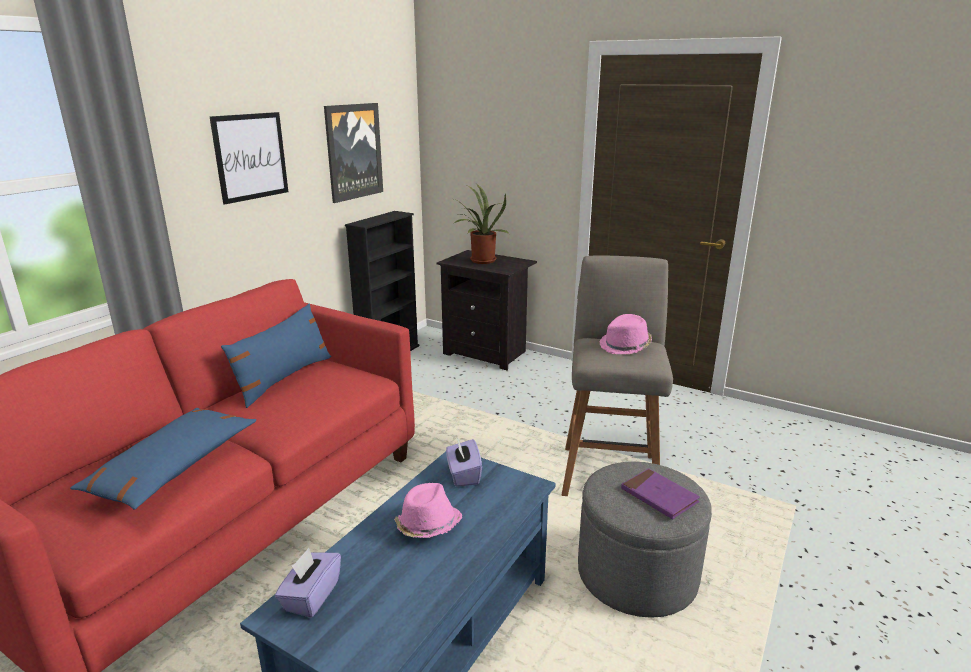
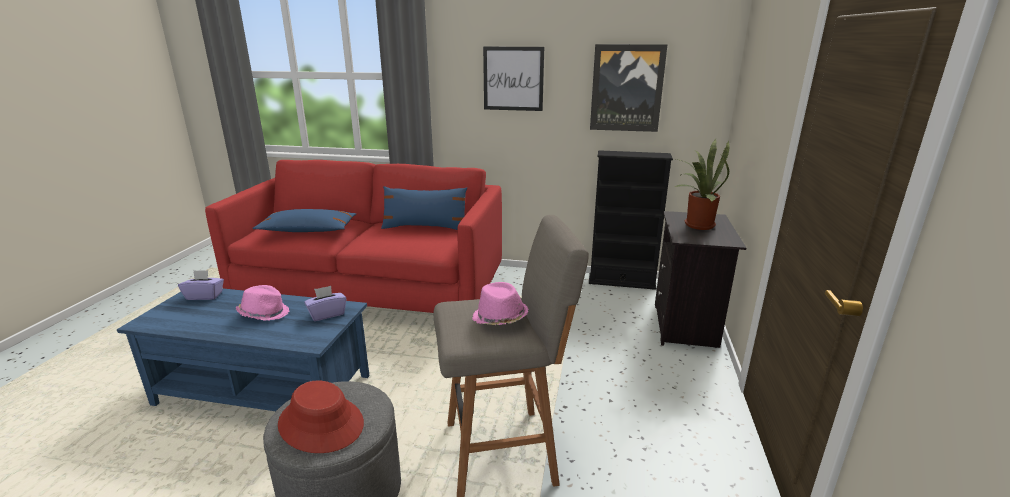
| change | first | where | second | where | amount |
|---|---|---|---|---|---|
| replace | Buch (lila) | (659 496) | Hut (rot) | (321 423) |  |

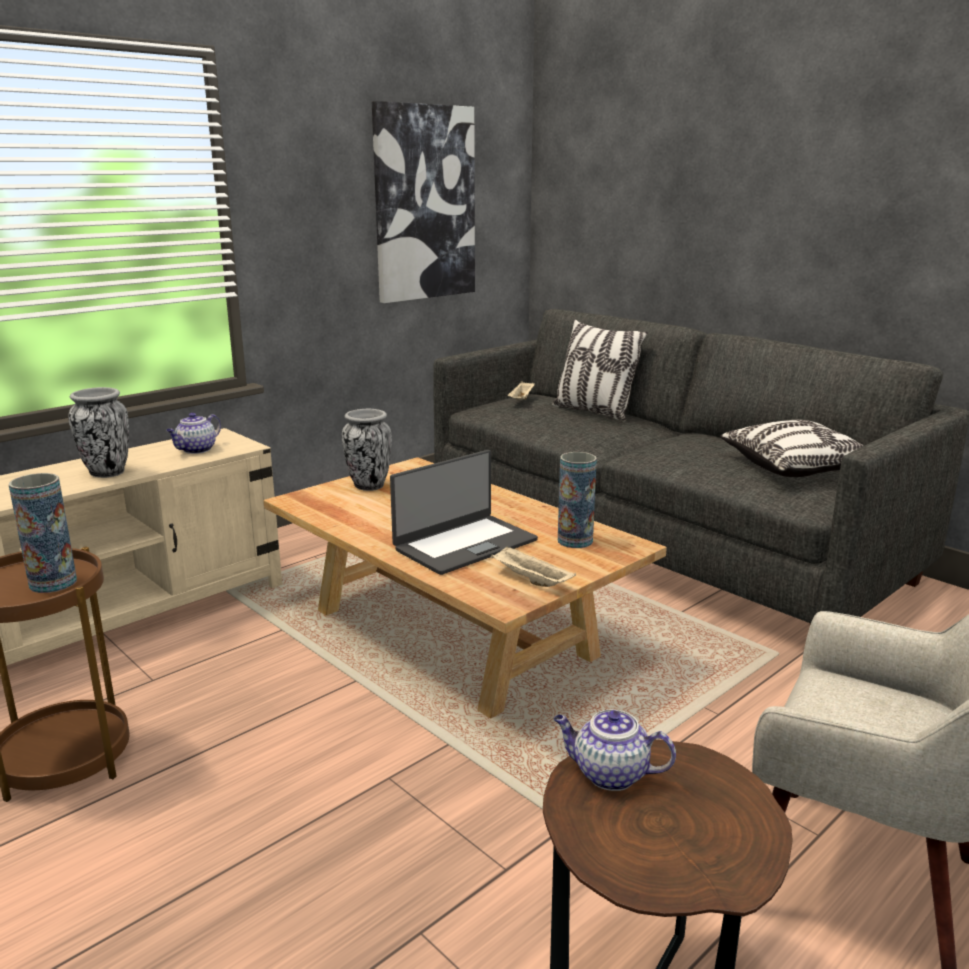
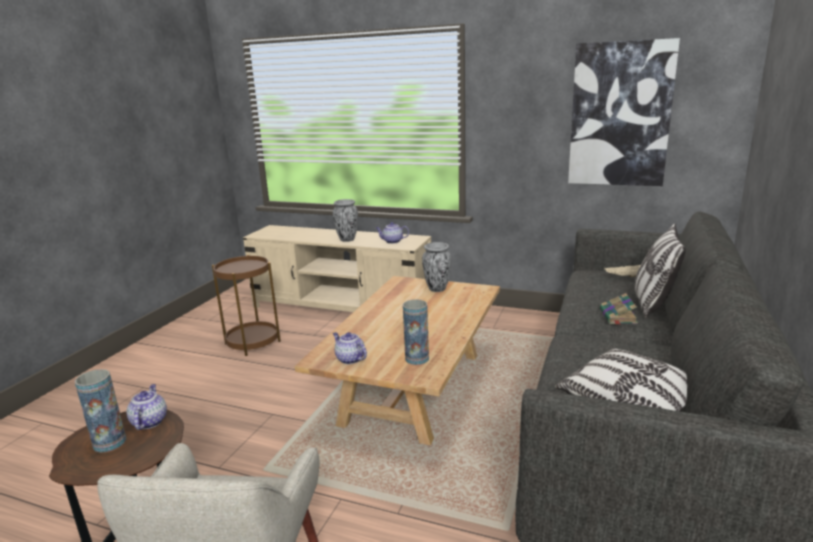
| change | first | where | second | where | amount |
|---|---|---|---|---|---|
| move | Vase | (53 583) |  | (109 442) |  |
| replace | Tablett (beige) | (530 580) | Teekanne | (349 359) |  |
| insert |  |  | Buch | (618 317) |  |
| delete | Laptop | (464 544) |  |  |  |

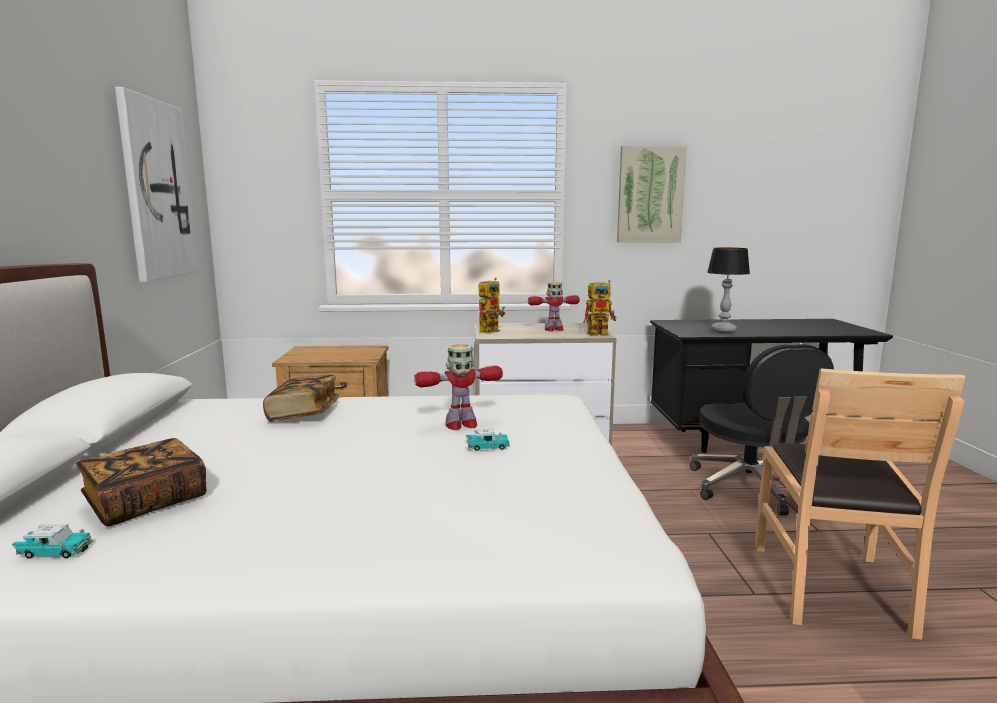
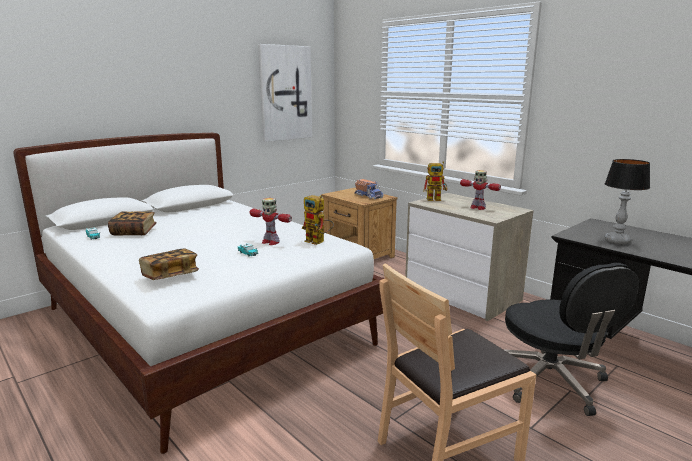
| change | first | where | second | where | amount |
|---|---|---|---|---|---|
| move | Buch | (303 414) |  | (170 275) |  |
| move | Spielzeugroboter | (601 333) |  | (318 242) |  |
| insert |  |  | Spielzeuglaster | (369 196) |  |
| rotate | Bürostuhl (schwarz) | (750 488) |  | (551 382) | 60 degrees counterclockwise |
| delete | Bild | (650 195) |  |  |  |

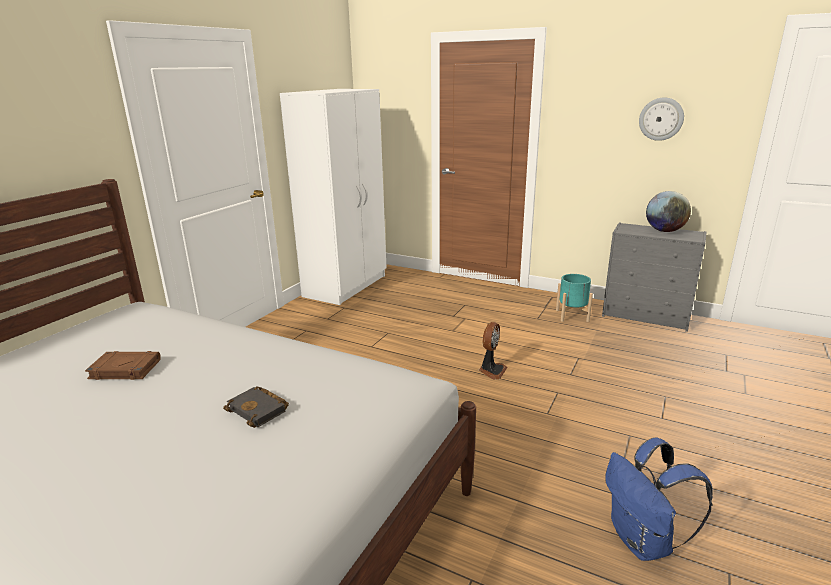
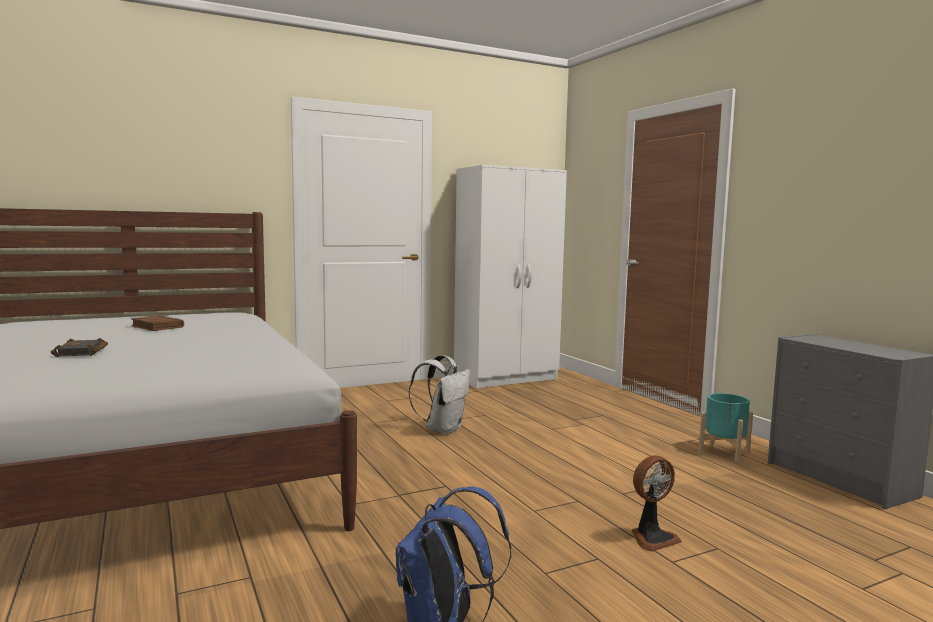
| change | first | where | second | where | amount |
|---|---|---|---|---|---|
| move | Buch (schwarz) | (259 410) |  | (82 352) |  |
| insert |  |  | Rucksack (weiß) | (443 429) |  |
| move | Ventilator | (491 370) |  | (652 538) |  |
| delete | Wanduhr | (661 119) |  |  |  |
| delete | Globus | (664 231) |  |  |  |

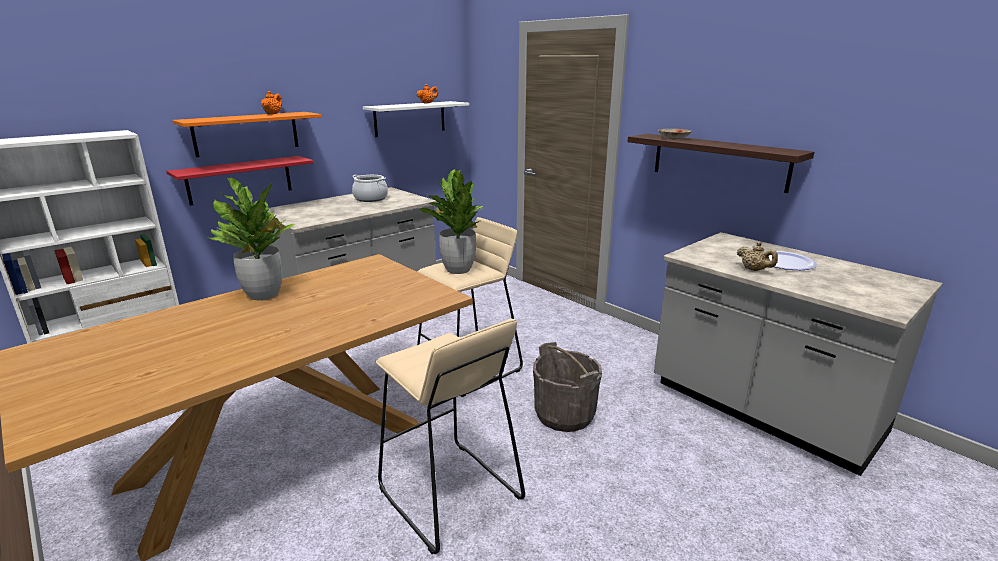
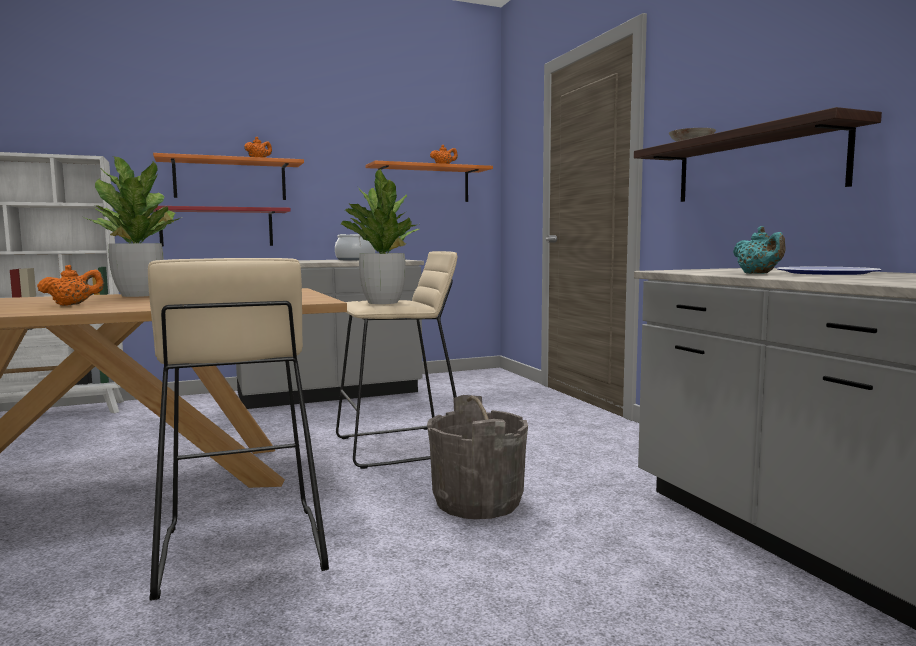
| change | first | where | second | where | amount |
|---|---|---|---|---|---|
| insert |  |  | Teekanne (orange) | (73 305) |  |
| recolor | Wandregal (weiß) | (410 118) | Wandregal (orange) | (424 184) |  |
| recolor | Teekanne (beige) | (754 270) | Teekanne (türkis) | (758 274) |  |

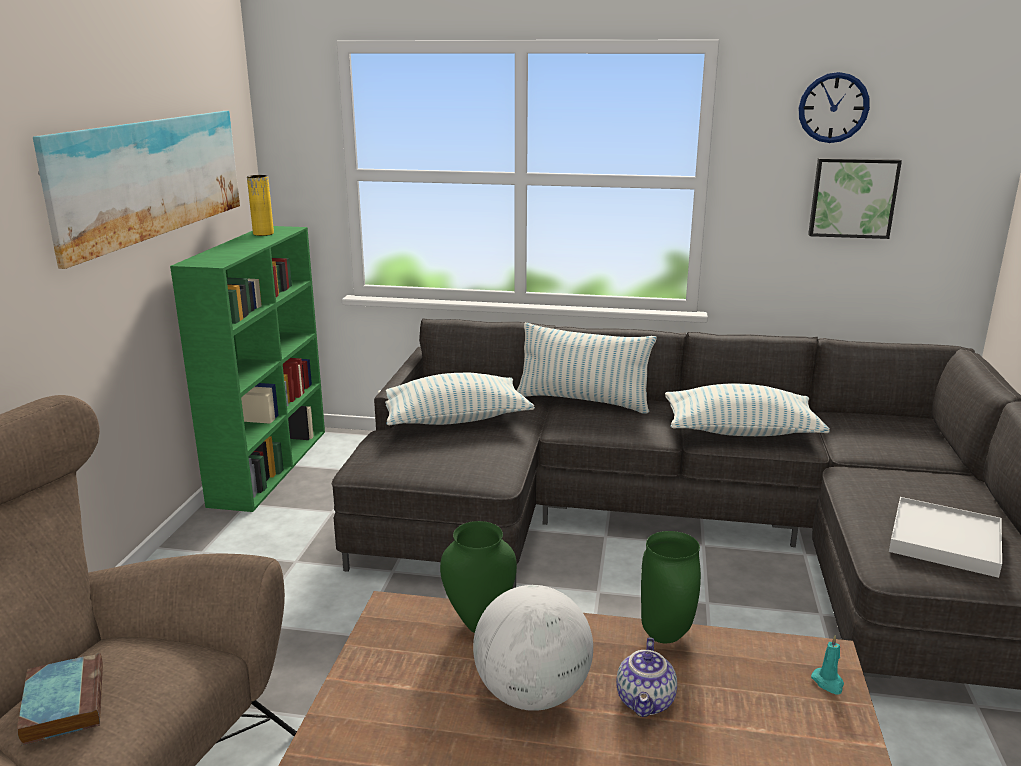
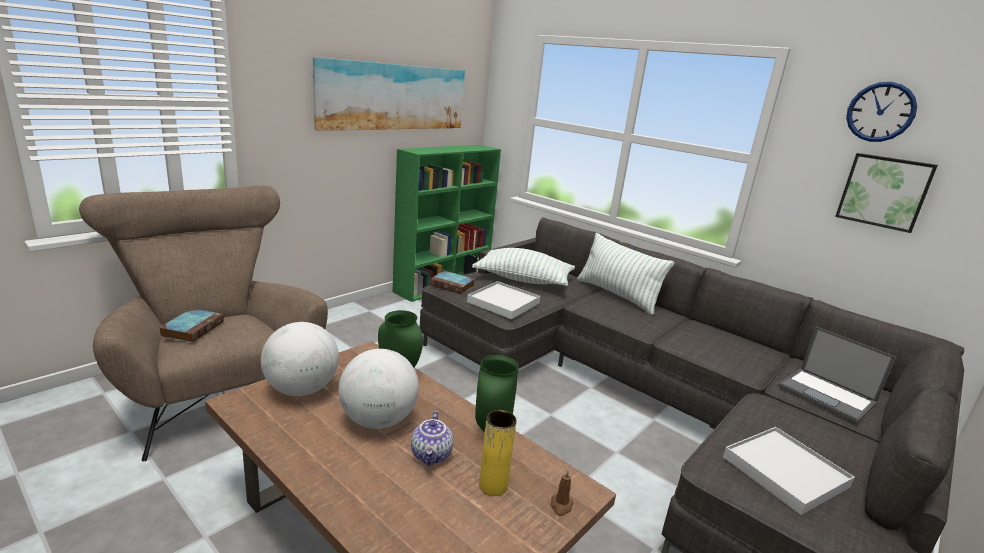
| change | first | where | second | where | amount |
|---|---|---|---|---|---|
| insert |  |  | Globus | (302 389) |  |
| rotate | Teekanne | (646 702) |  | (432 455) | 45 degrees counterclockwise |
| insert |  |  | Buch | (453 285) |  |
| insert |  |  | Tablett (weiß) | (503 302) |  |
| move | Vase (gelb) | (263 234) |  | (493 486) |  |
| recolor | Kerze (türkis) | (828 682) | Kerze (braun) | (561 506) |  |
| insert |  |  | Laptop | (828 395) |  |
| delete | Kissen | (740 432) |  |  |  |

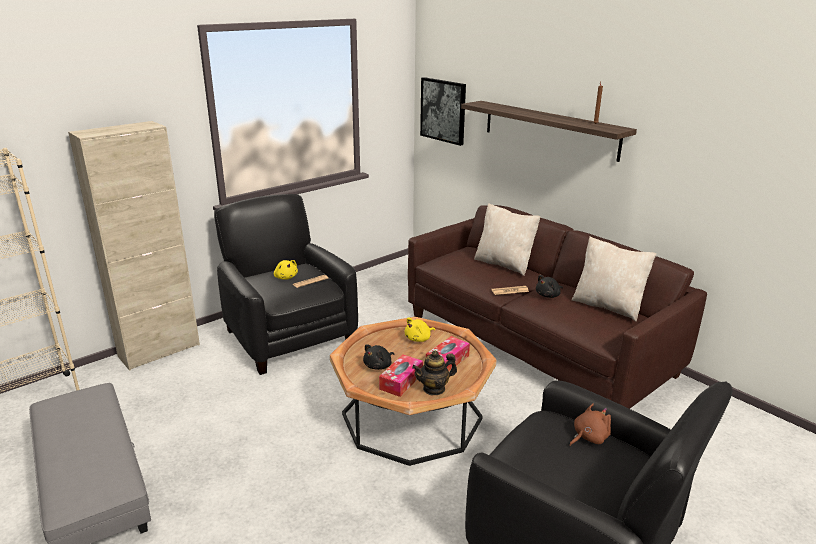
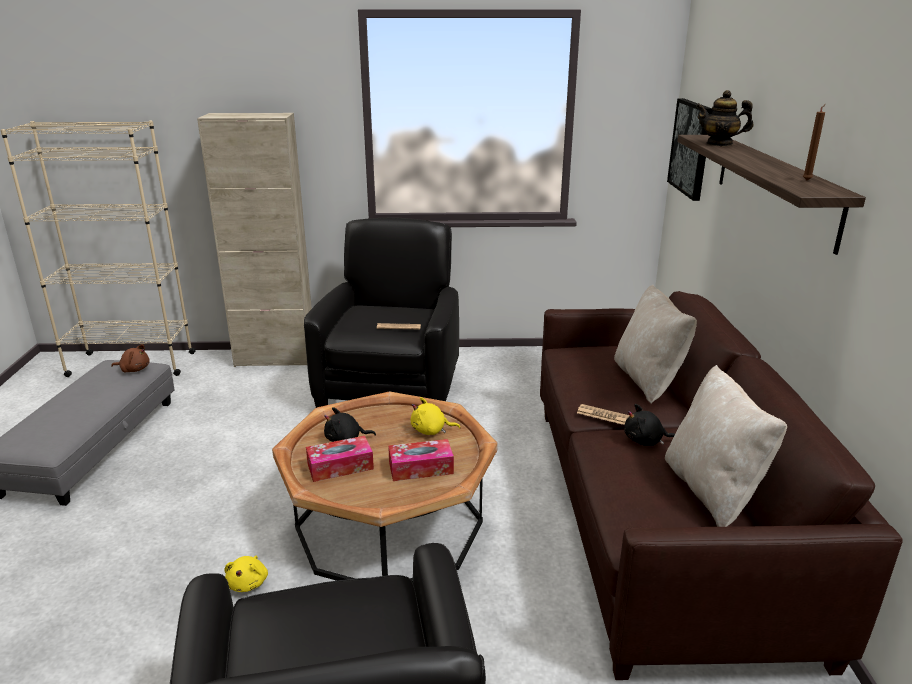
| change | first | where | second | where | amount |
|---|---|---|---|---|---|
| move | Plüschtier (braun) | (588 437) |  | (134 369) |  |
| move | Plüschtier (gelb) | (285 277) |  | (248 583) |  |
| move | Teekanne | (434 389) |  | (719 144) |  |

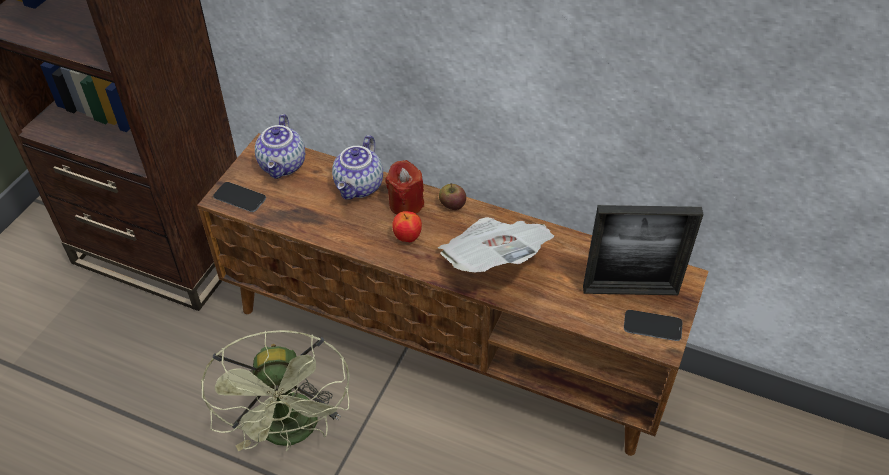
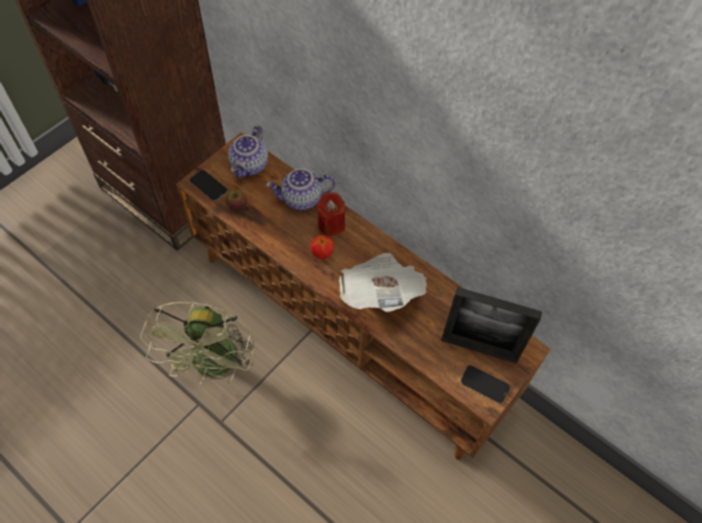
| change | first | where | second | where | amount |
|---|---|---|---|---|---|
| move | Apfel | (452 205) |  | (237 206) |  |
| rotate | Teekanne | (360 187) |  | (301 200) | 45 degrees clockwise |

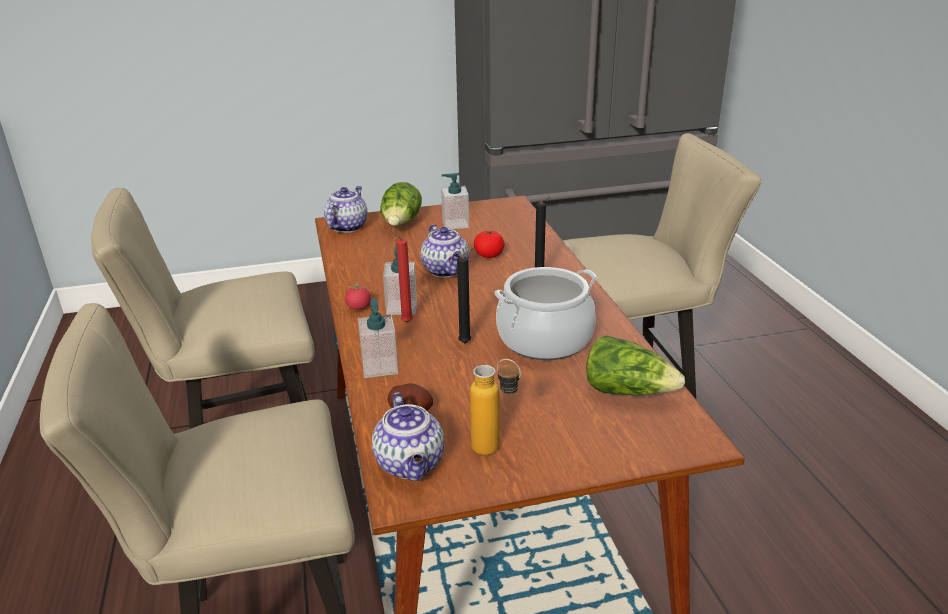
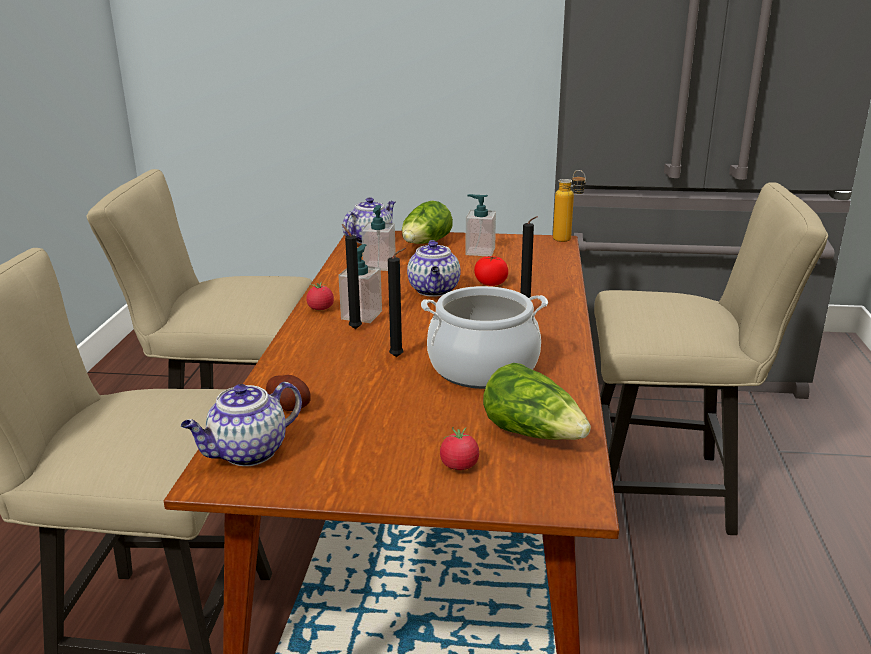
| change | first | where | second | where | amount |
|---|---|---|---|---|---|
| rotate | Teekanne | (411 464) |  | (247 453) | 45 degrees clockwise |
| recolor | Kerze (rot) | (405 322) | Kerze (schwarz) | (354 328) |  |
| move | Seifenspender | (380 367) |  | (379 266) |  |
| insert |  |  | Tomate | (459 466) |  |
| move | Flasche | (495 451) |  | (567 241) |  |

